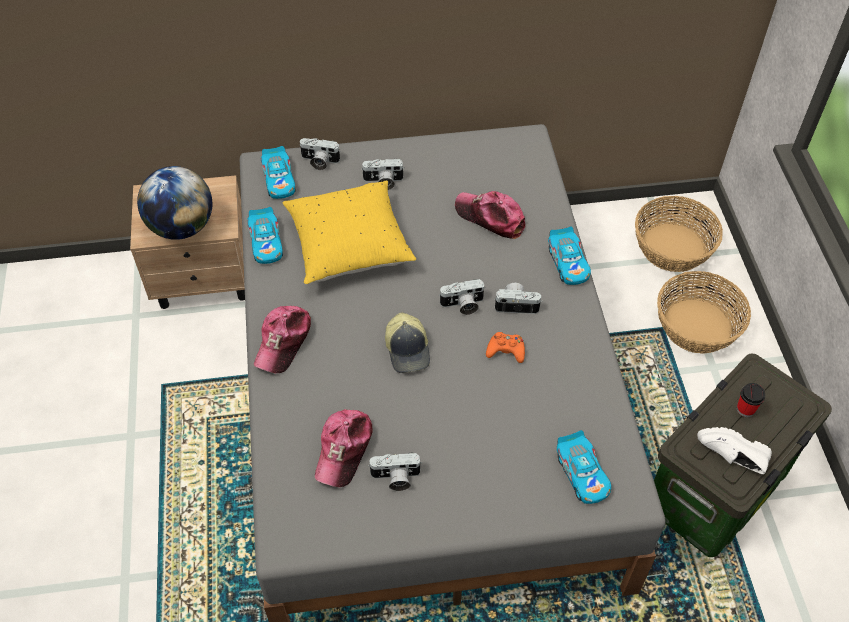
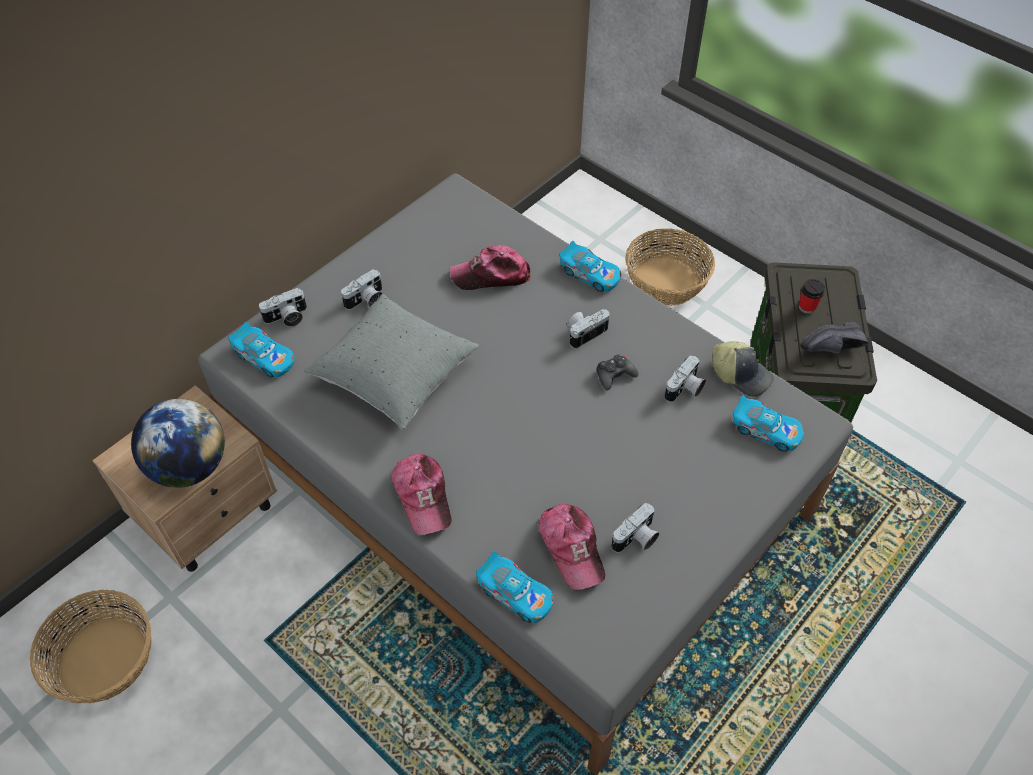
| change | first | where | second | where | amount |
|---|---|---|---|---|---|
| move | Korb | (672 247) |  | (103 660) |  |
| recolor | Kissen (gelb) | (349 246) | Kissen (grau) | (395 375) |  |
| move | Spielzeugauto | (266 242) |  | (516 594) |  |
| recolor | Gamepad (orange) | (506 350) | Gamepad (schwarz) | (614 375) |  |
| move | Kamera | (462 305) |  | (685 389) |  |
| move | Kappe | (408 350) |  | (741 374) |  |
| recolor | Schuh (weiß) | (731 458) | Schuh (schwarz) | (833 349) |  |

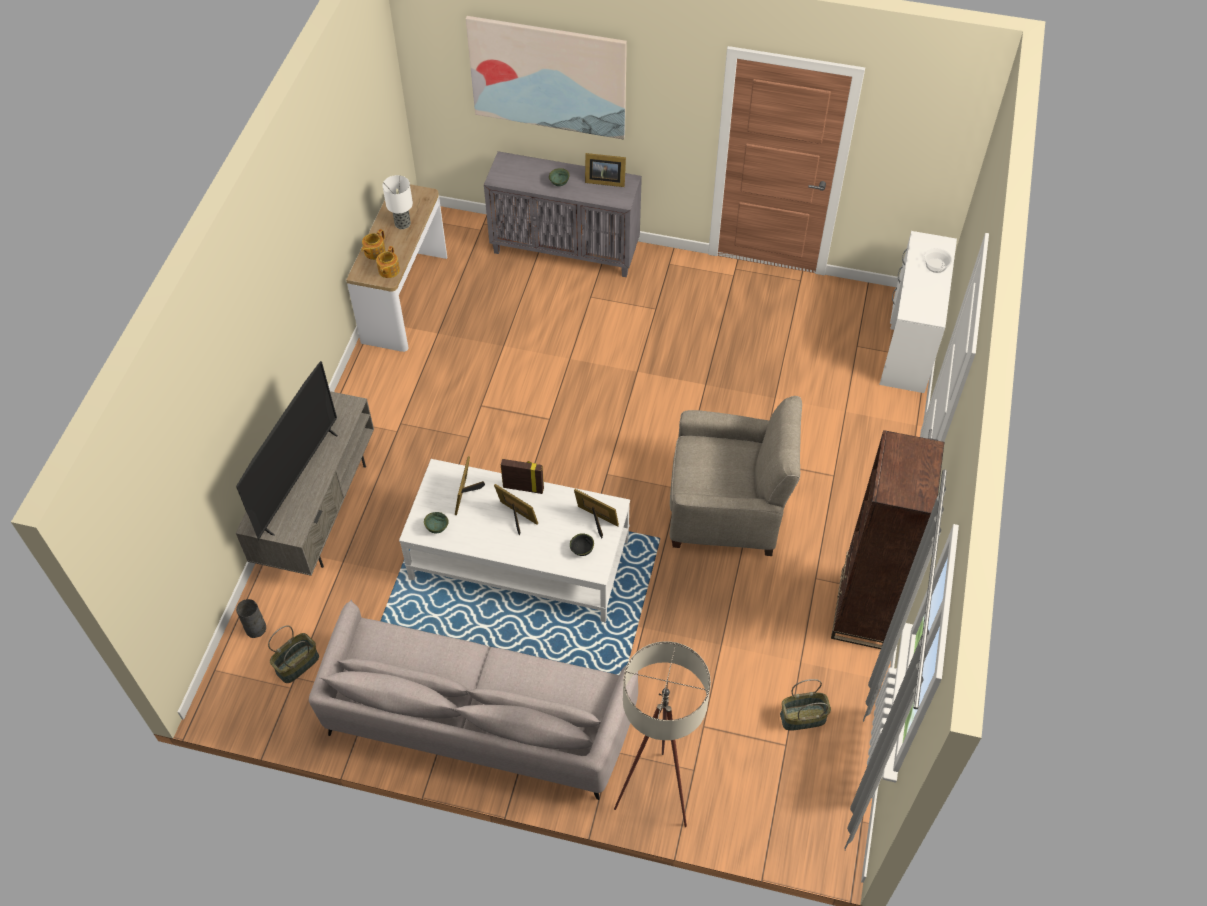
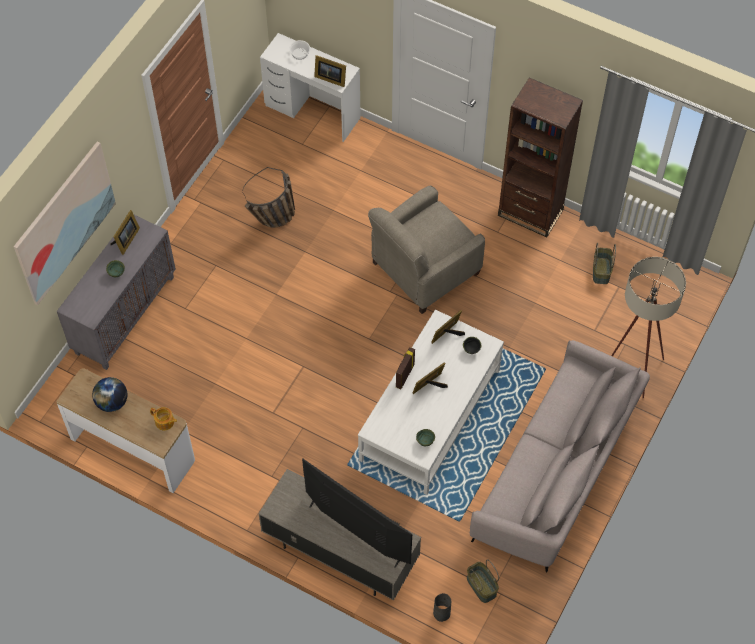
| change | first | where | second | where | amount |
|---|---|---|---|---|---|
| replace | Tischlampe | (402 223) | Globus | (112 402) |  |
| insert |  |  | Korb | (273 221) |  |
| move | Bilderrahmen | (467 495) |  | (330 78) |  |
| rotate | Sessel (beige) | (727 509) |  | (424 269) | 150 degrees counterclockwise |
| delete | Teekanne | (374 252) |  |  |  |

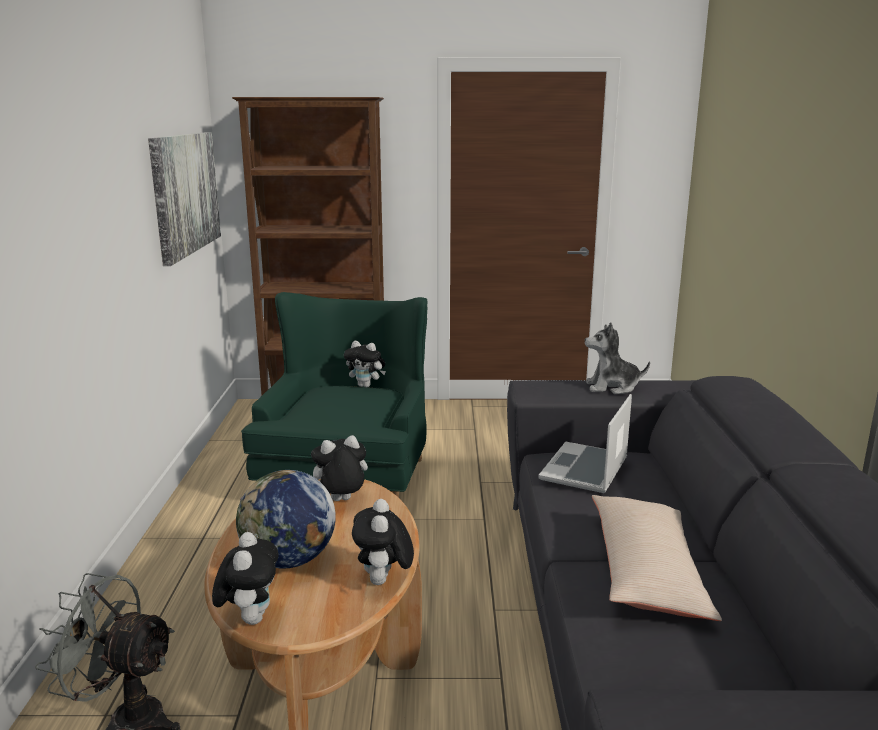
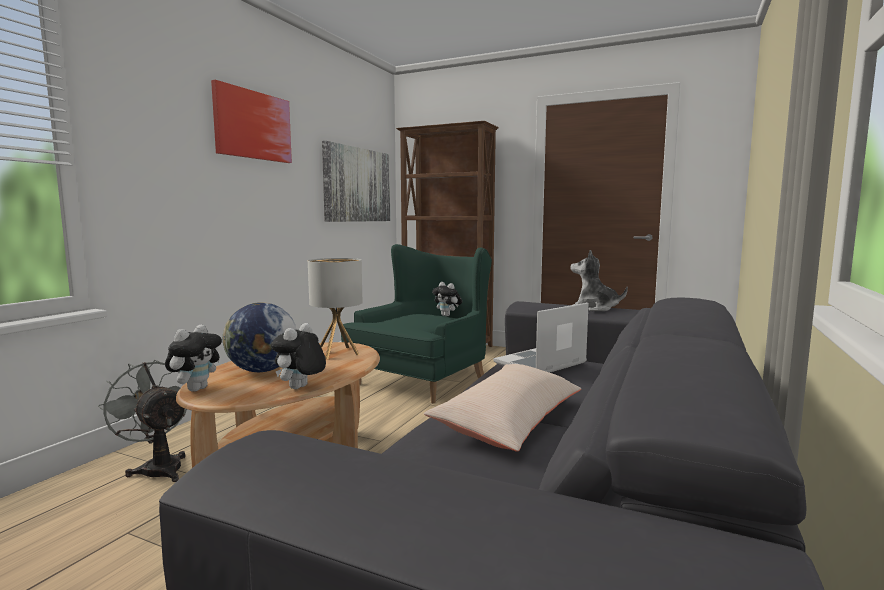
| change | first | where | second | where | amount |
|---|---|---|---|---|---|
| insert |  |  | Bild | (253 125) |  |
| replace | Plüschtier | (340 501) | Tischlampe | (337 353) |  |

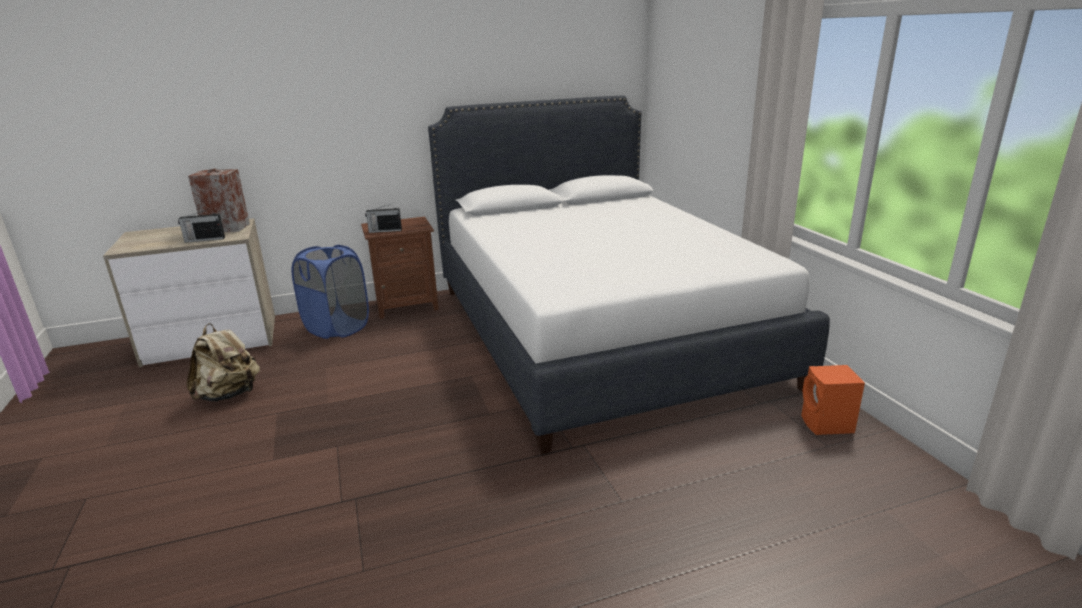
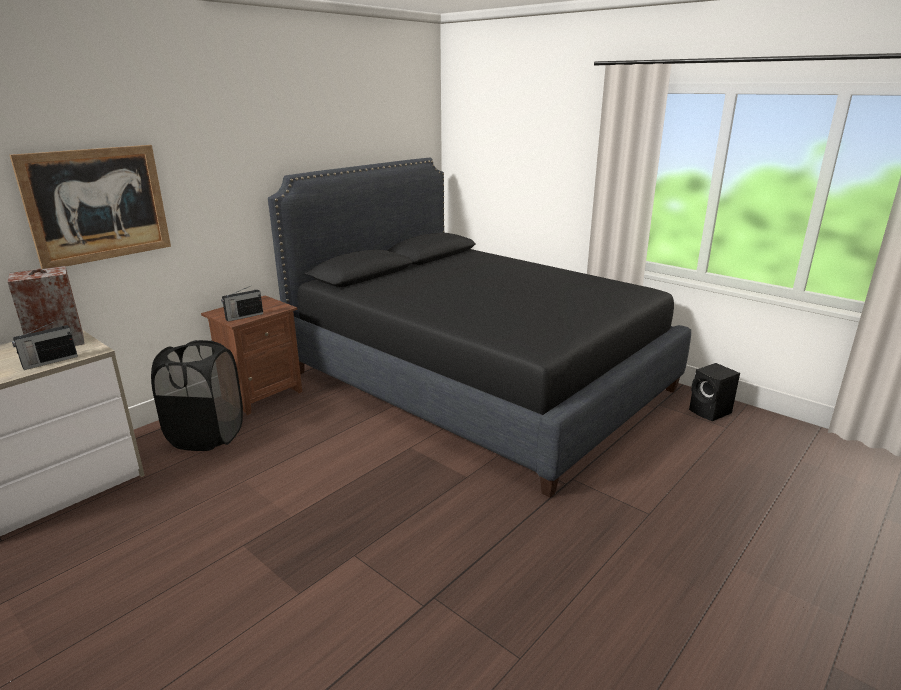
| change | first | where | second | where | amount |
|---|---|---|---|---|---|
| insert |  |  | Bild | (97 205) |  |
| recolor | Wäschekorb (blau) | (337 328) | Wäschekorb (schwarz) | (207 436) |  |
| recolor | Bett (weiß) | (598 332) | Bett (schwarz) | (478 380) |  |
| recolor | Lautsprecher (orange) | (827 425) | Lautsprecher (schwarz) | (711 412) |  |
| delete | Rucksack (beige) | (229 395) |  |  |  |

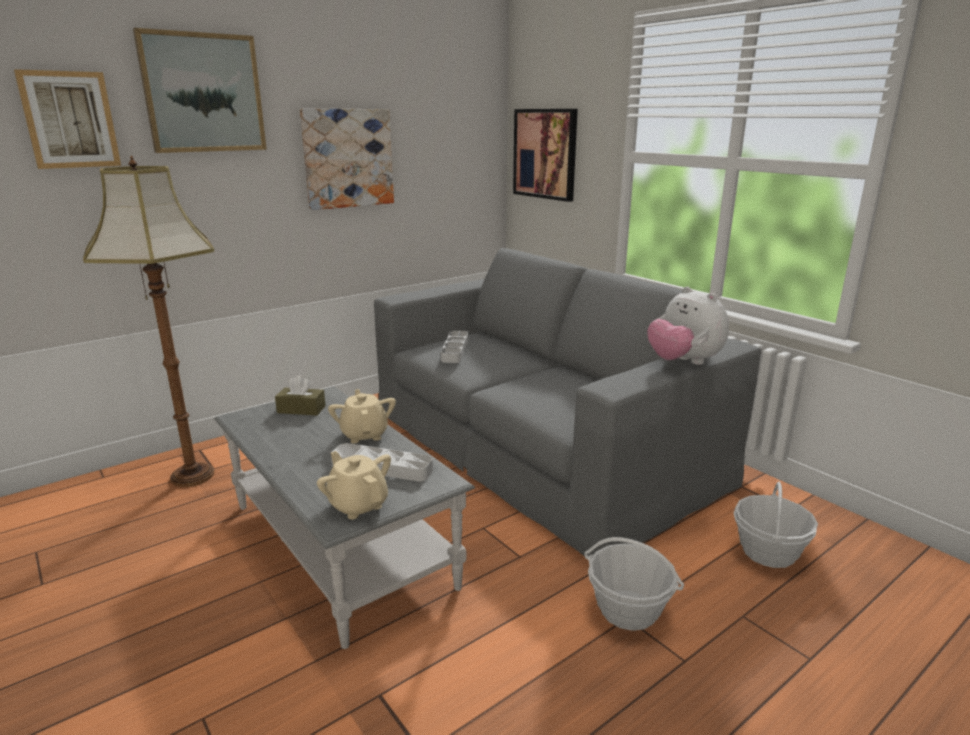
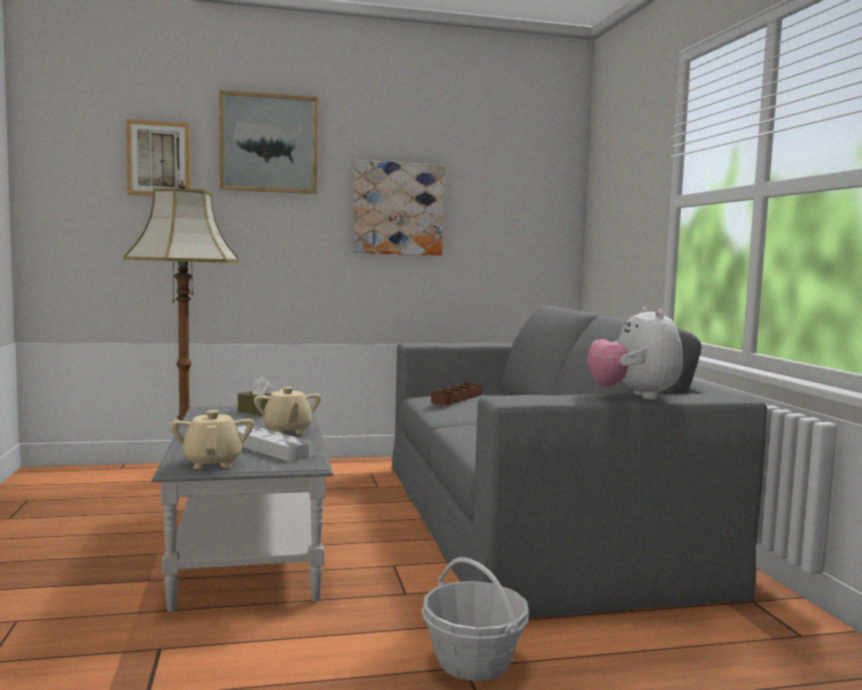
| change | first | where | second | where | amount |
|---|---|---|---|---|---|
| rotate | Teekanne (beige) | (364 434) |  | (287 431) | 150 degrees clockwise |
| recolor | Tablett (grau) | (455 350) | Tablett (braun) | (457 398) |  |
| delete | Bild | (545 154) |  |  |  |
| delete | Korb | (768 552) |  |  |  |

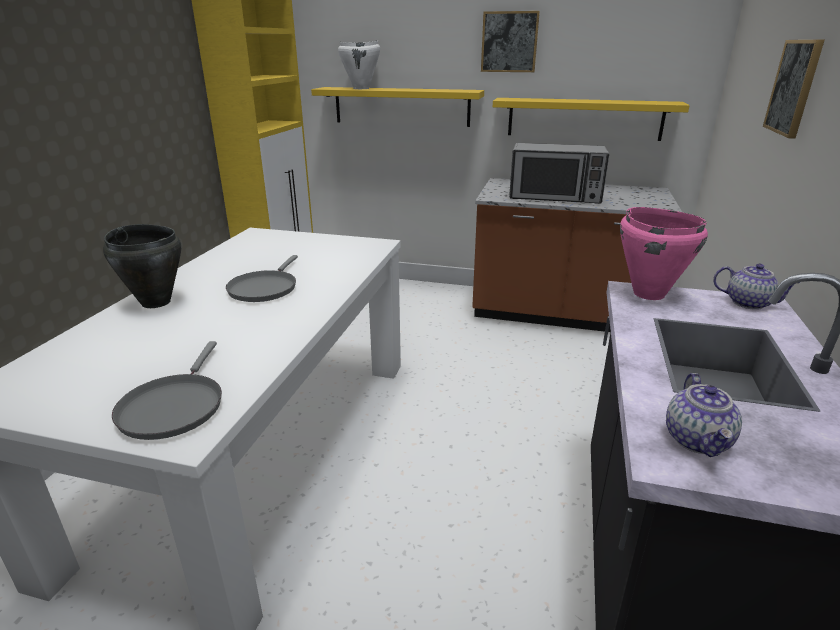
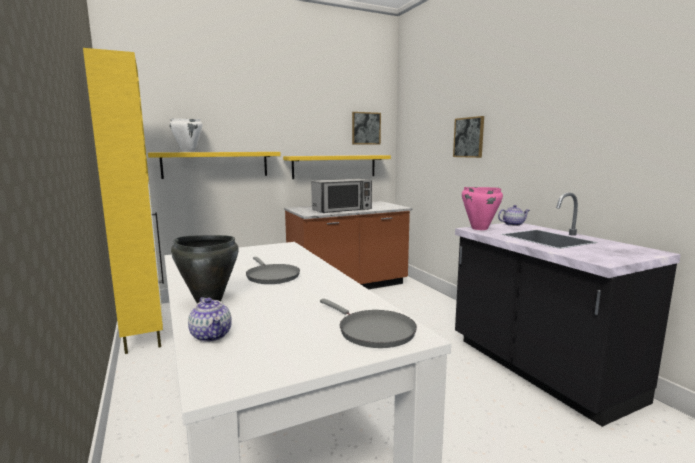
| change | first | where | second | where | amount |
|---|---|---|---|---|---|
| move | Teekanne | (698 440) |  | (212 335) |  |
| move | Bild | (509 42) |  | (366 128) |  |

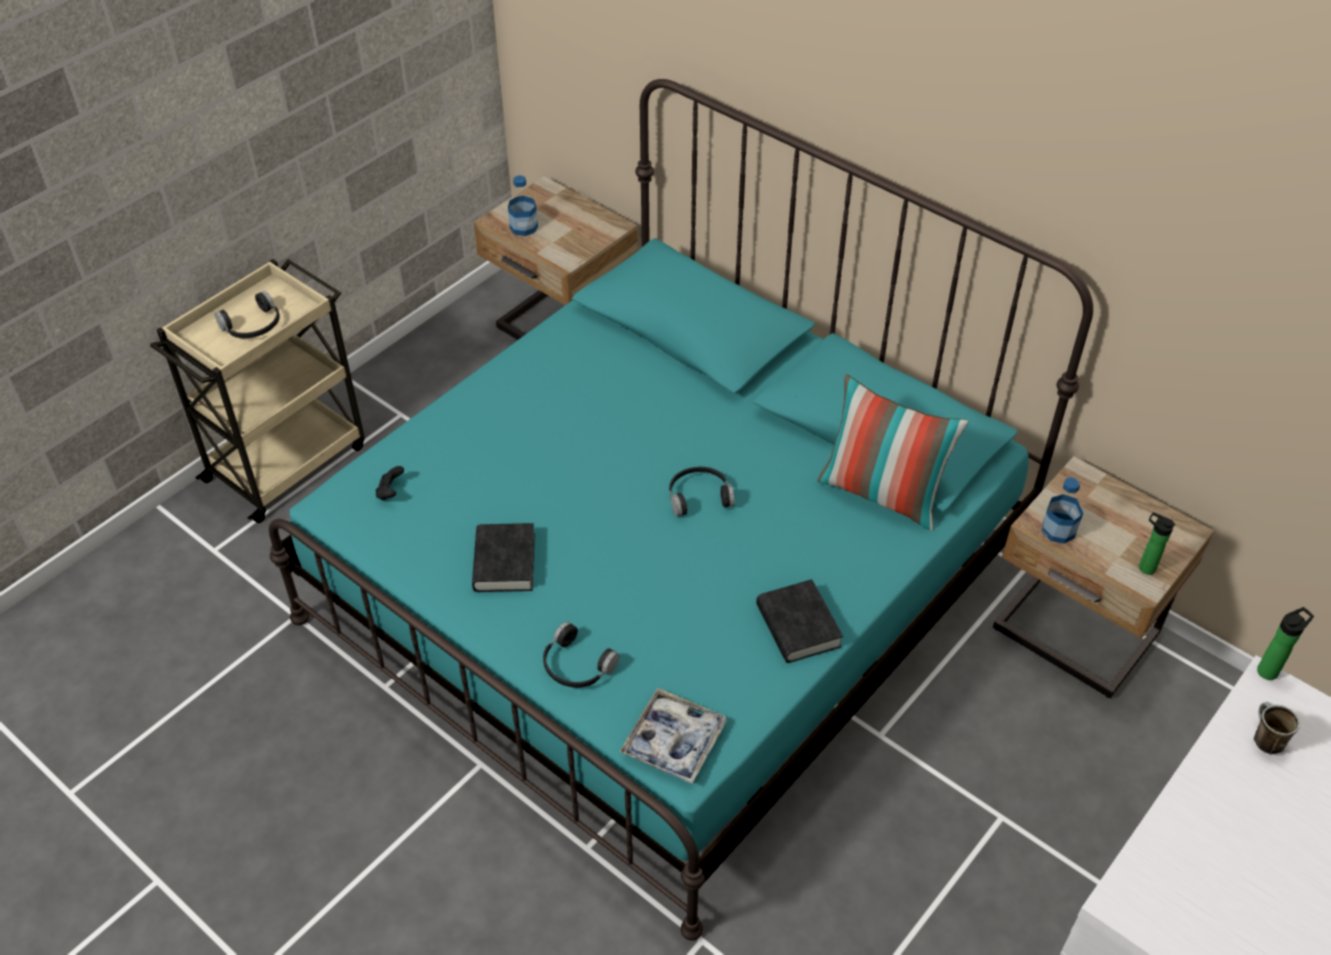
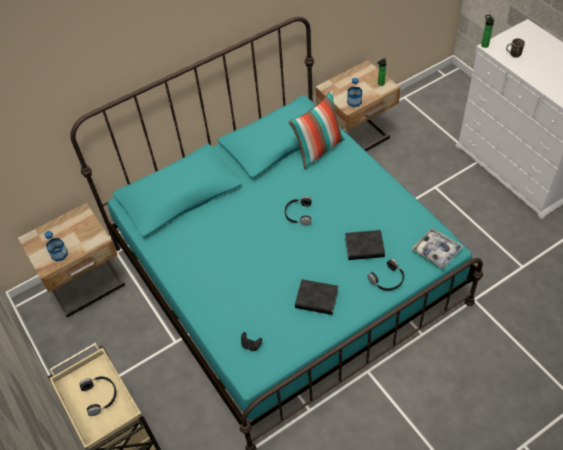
| change | first | where | second | where | amount |
|---|---|---|---|---|---|
| move | Buch (schwarz) | (798 626) |  | (364 248) |  |

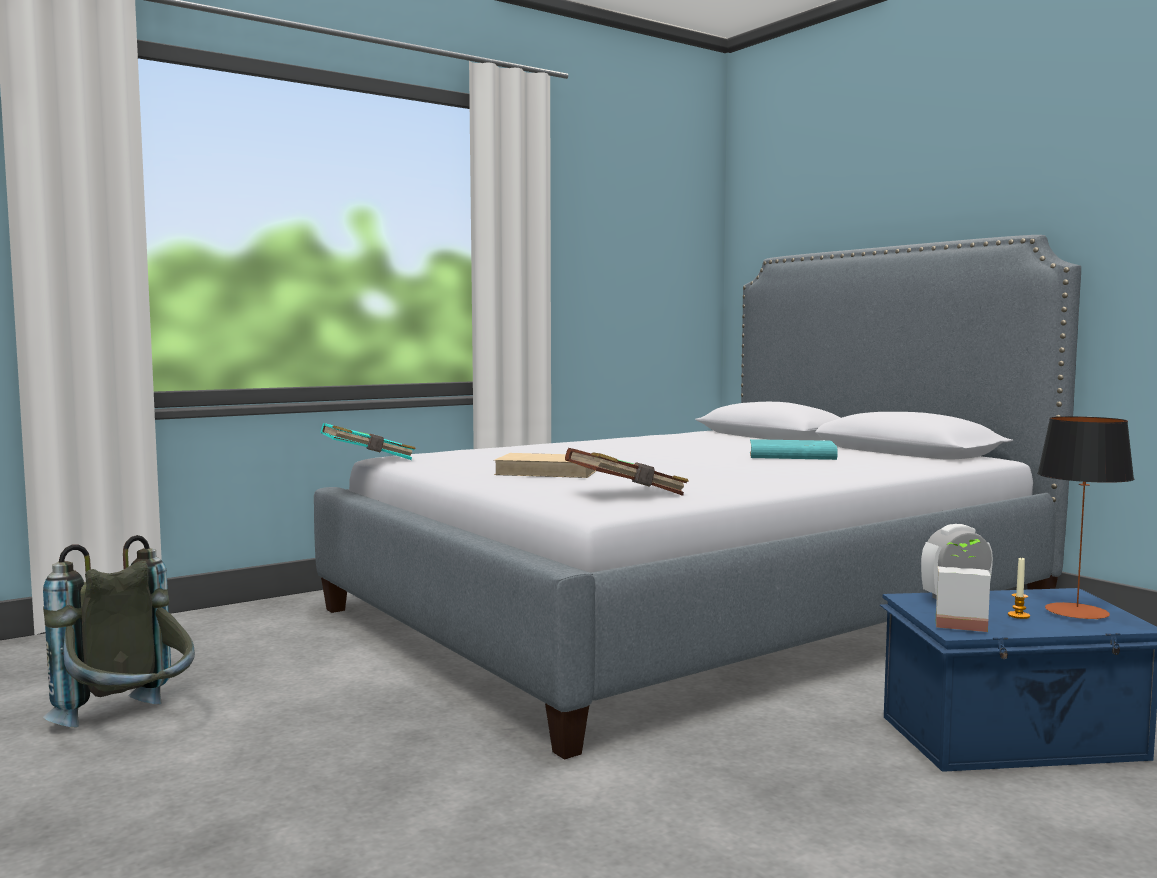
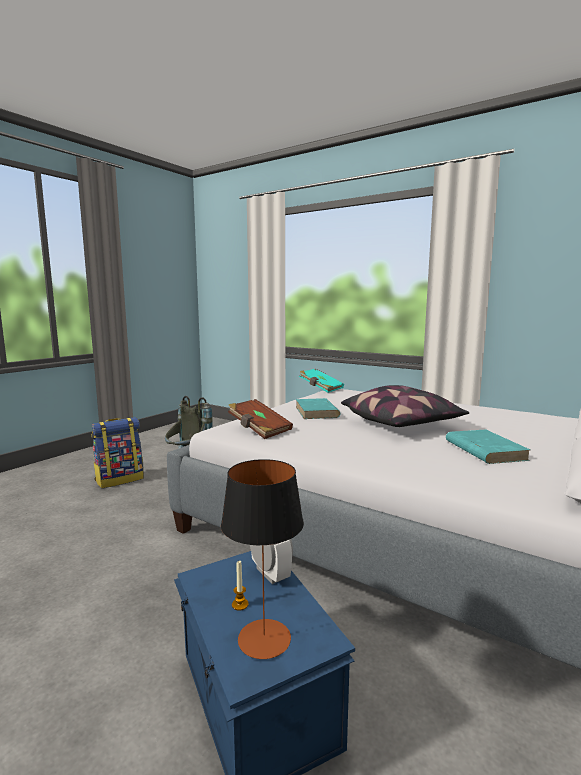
| change | first | where | second | where | amount |
|---|---|---|---|---|---|
| insert |  |  | Rucksack | (120 479) |  |
| recolor | Buch (beige) | (549 471) | Buch (türkis) | (317 412) |  |
| insert |  |  | Kissen | (402 424) |  |
| delete | Topfpflanze | (960 623) |  |  |  |

